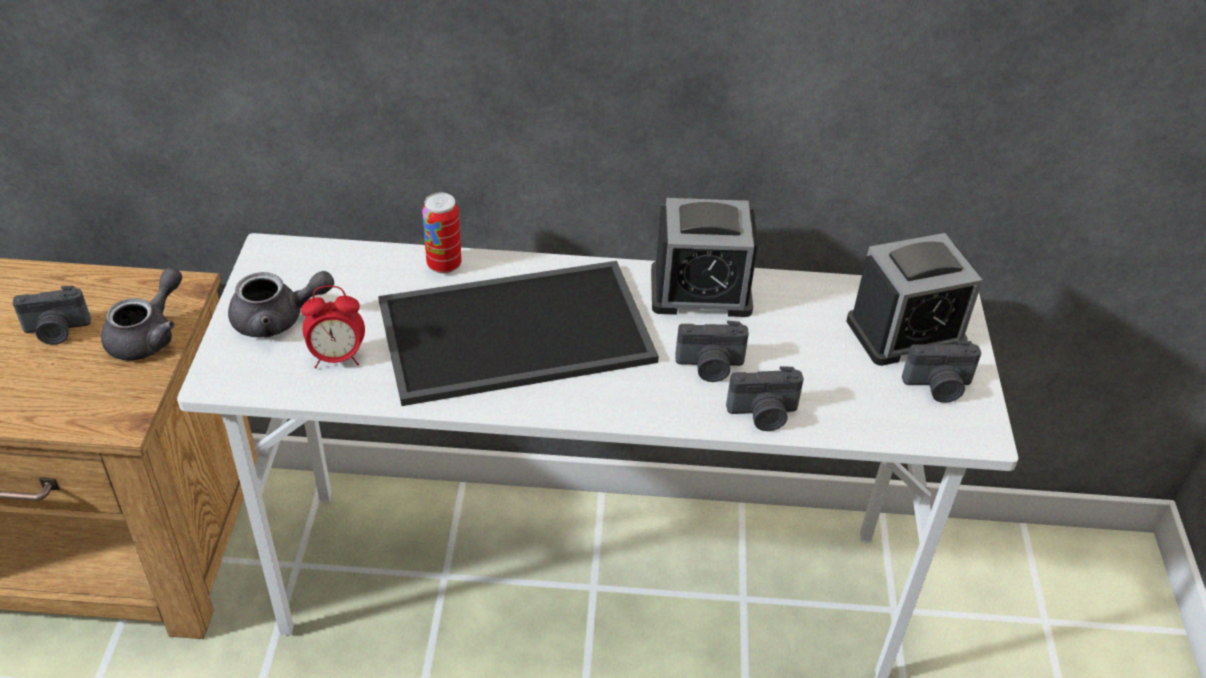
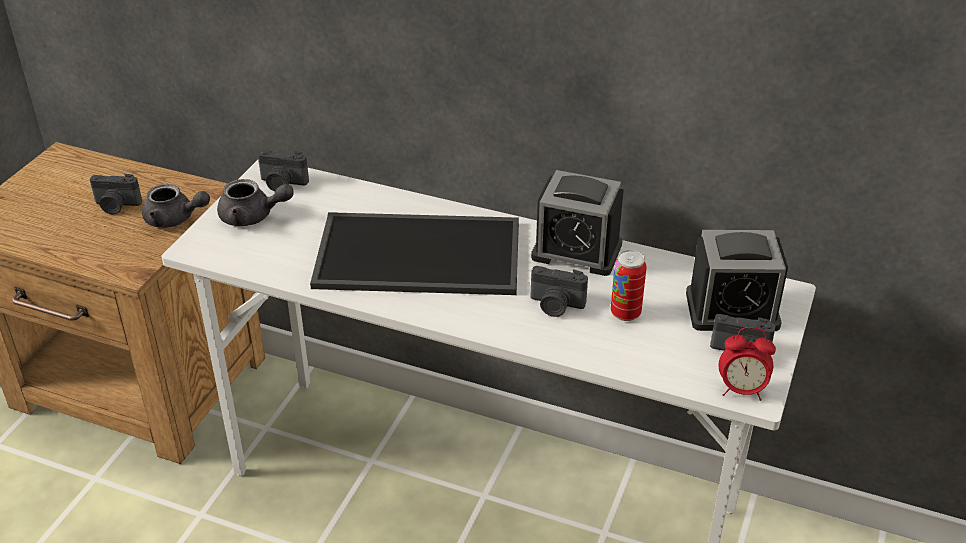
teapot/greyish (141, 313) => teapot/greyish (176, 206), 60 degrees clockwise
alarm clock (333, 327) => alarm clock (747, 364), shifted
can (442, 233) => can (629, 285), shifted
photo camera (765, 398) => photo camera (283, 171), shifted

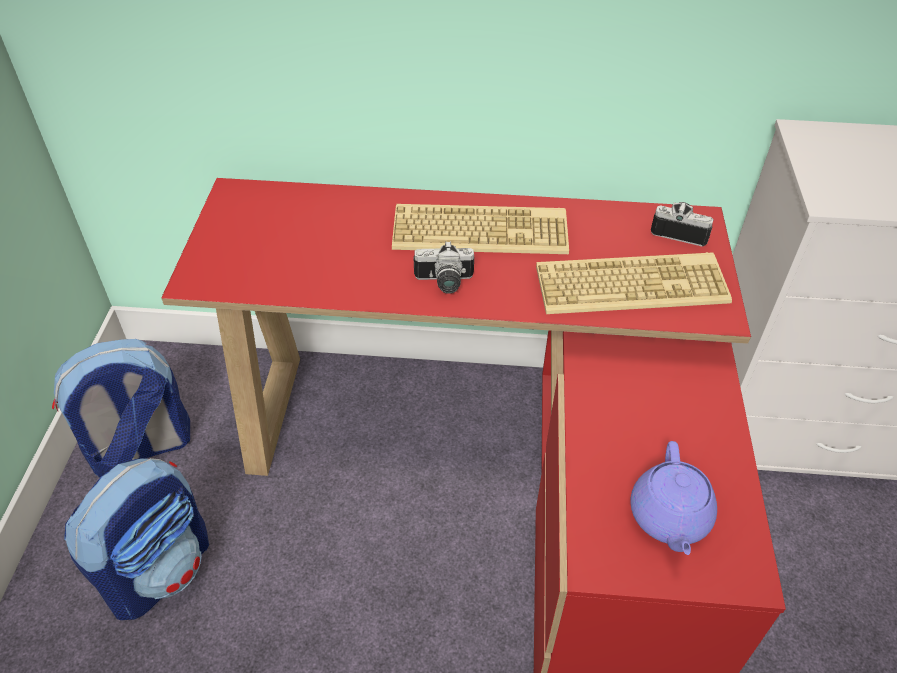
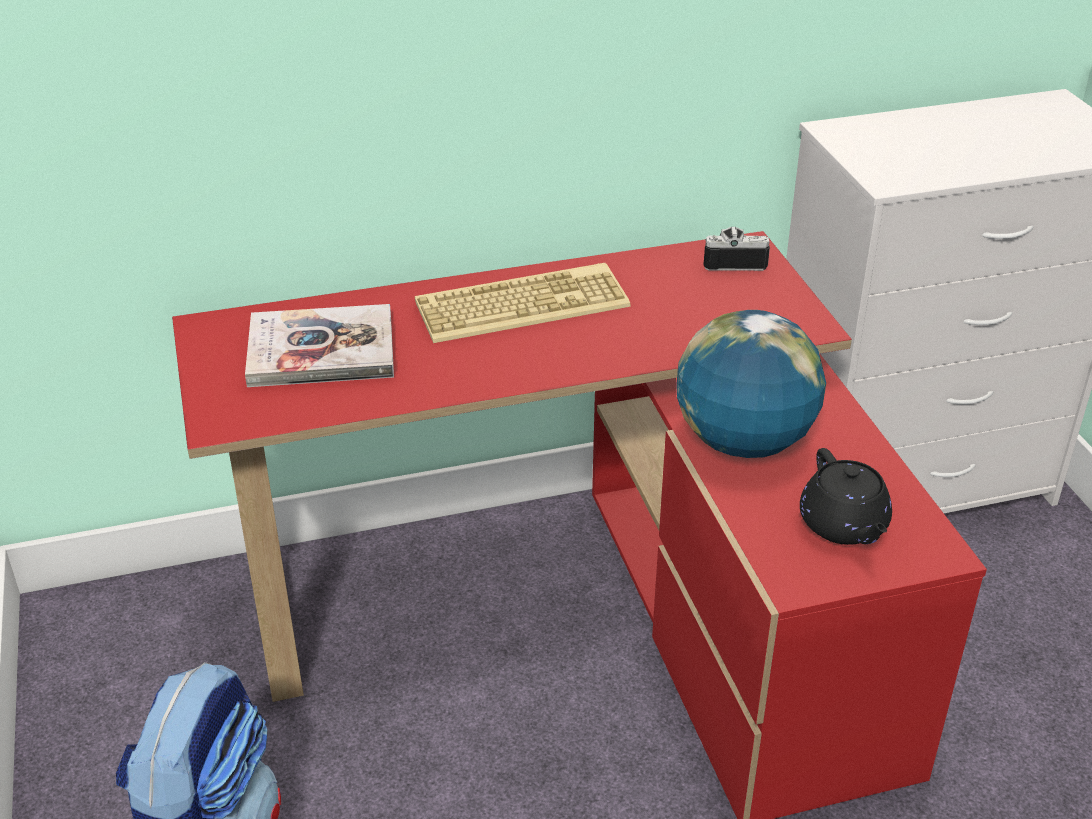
knapsack (121, 408) => nothing
photo camera (444, 267) => nothing
keyboard (634, 283) => nothing
teapot/purple-coloured (673, 498) => teapot/black (846, 496)
nothing => bound book (319, 345)
nothing => globe (751, 384)

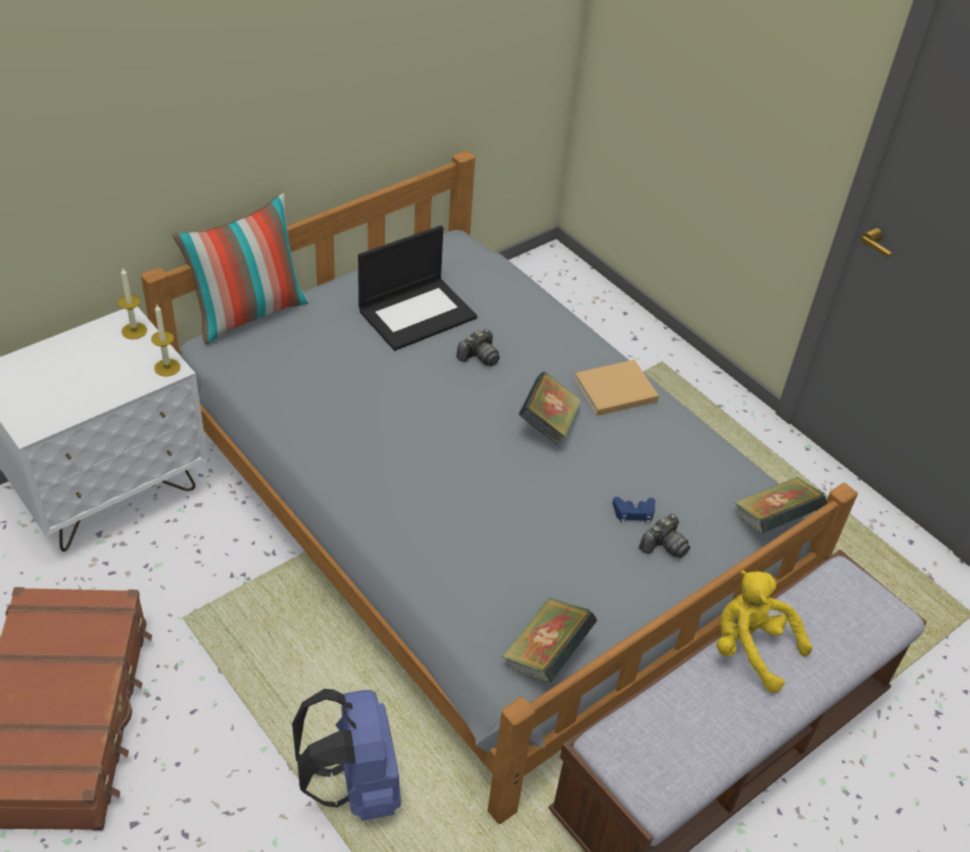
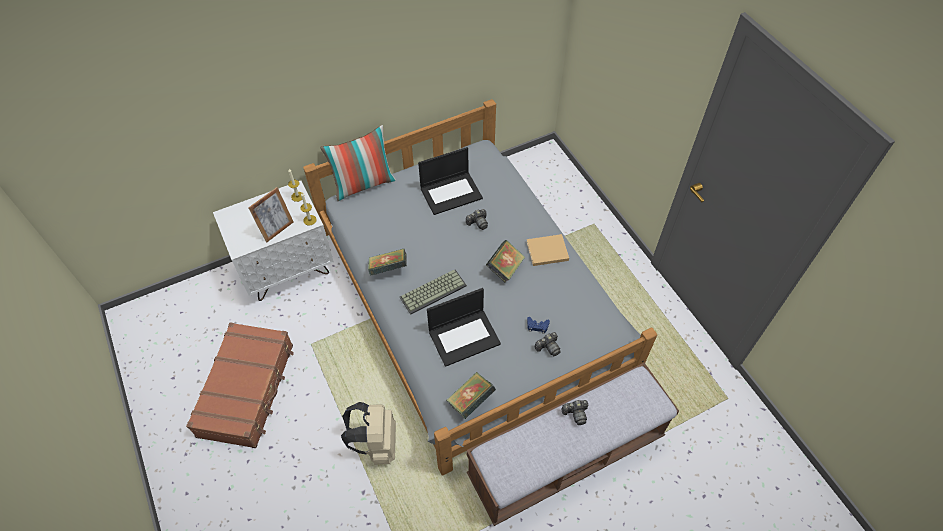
knapsack/bluish (346, 755) => knapsack/sand-coloured (368, 433)
soft toy/yellow-coloured (764, 631) => photo camera (574, 412)
bound book (780, 505) => bound book (387, 262), shifted
nothing => standing frame (271, 214)
nothing => keyboard (433, 292)
nothing => laptop (464, 327)

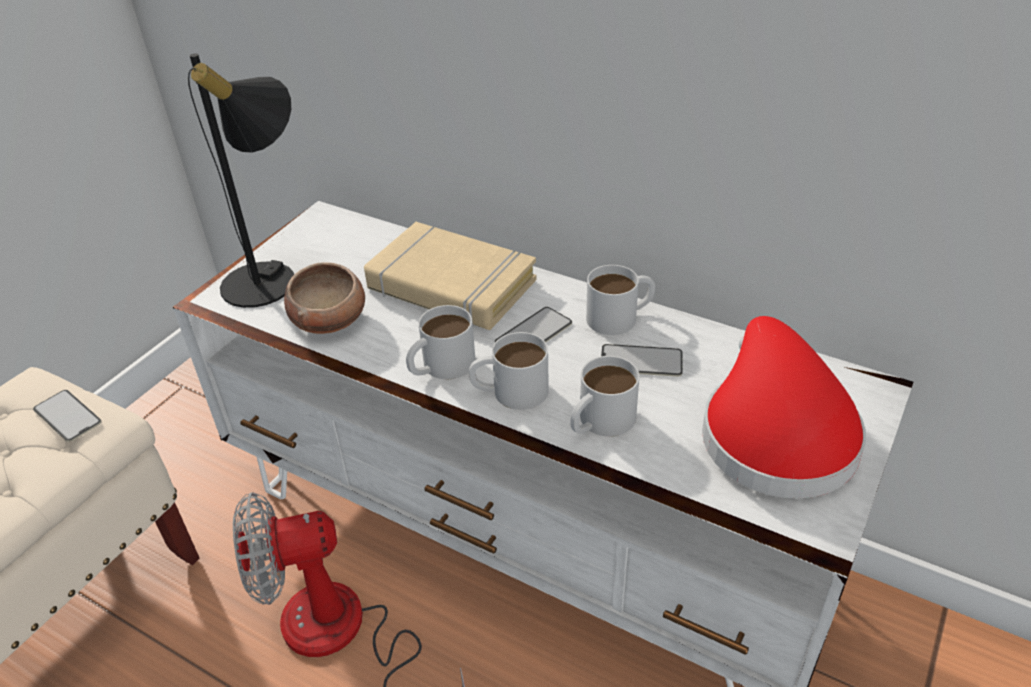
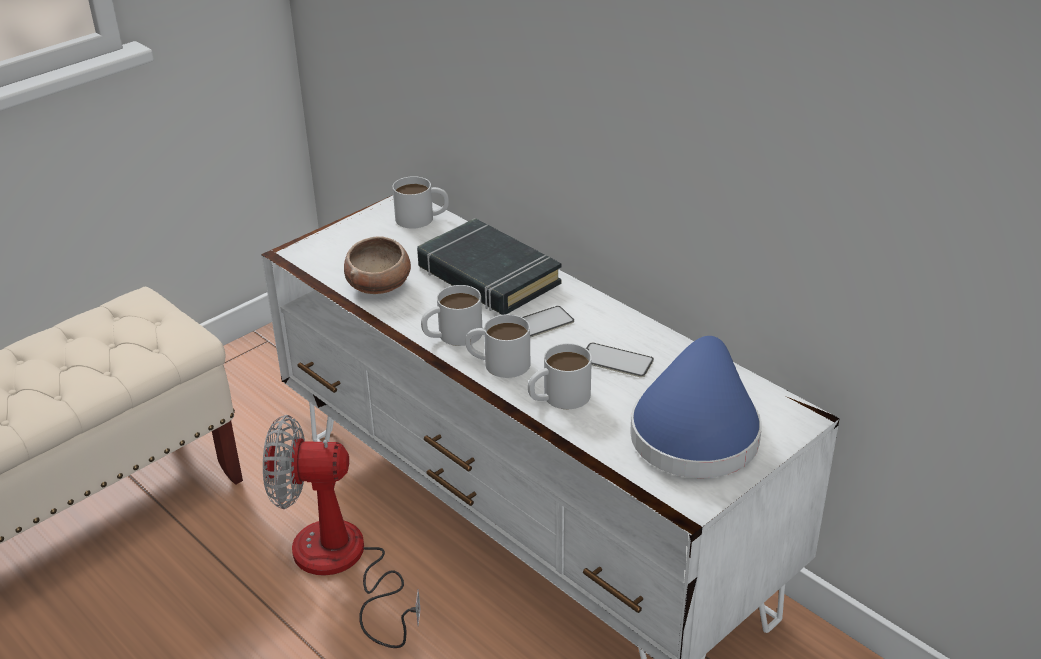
telephone (67, 416) => nothing
lamp for a table/black (241, 180) => nothing
bound book/sand-coloured (450, 276) => bound book/black (489, 266)
mug/white (620, 300) => mug/white (420, 202), shifted
wearable hat/red-coloured (784, 407) => wearable hat/bluish (696, 407)

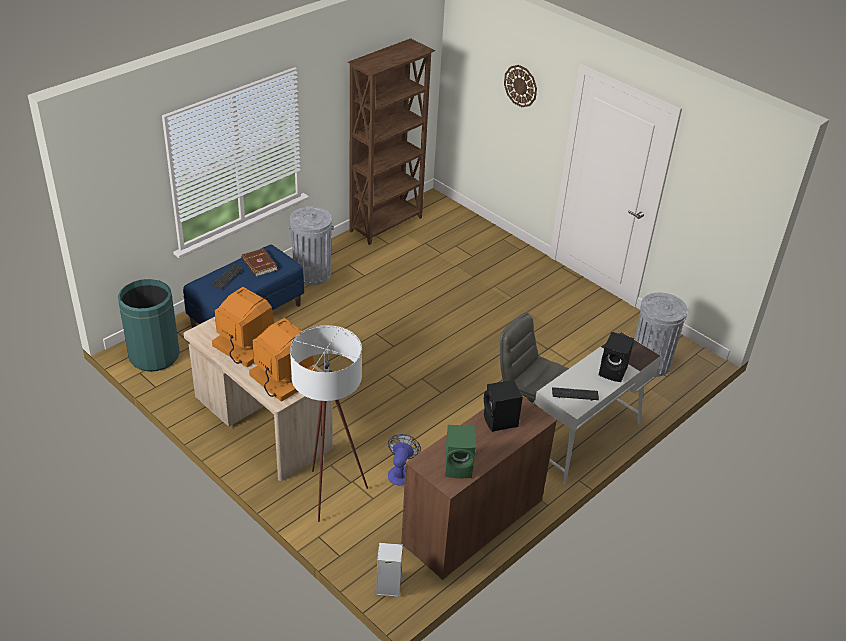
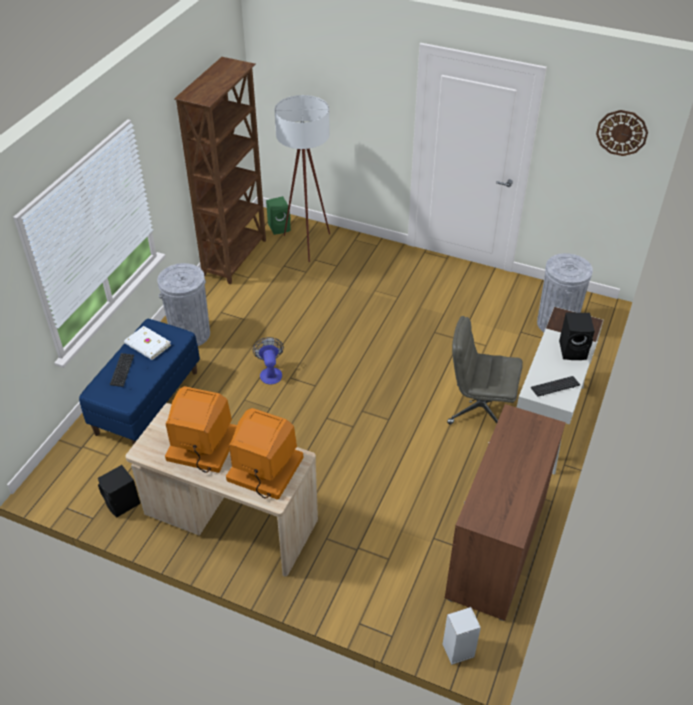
trash can/green (149, 325) => nothing
bound book/brown-coloured (259, 262) => bound book/white (147, 343)
standing lamp/white (329, 423) => standing lamp/white (302, 178), shifted
electric fan (404, 459) => electric fan (268, 360), shifted
loudspeaker/green (460, 451) => loudspeaker/green (278, 215), shifted
loudspeaker/black (503, 406) => loudspeaker/black (119, 491), shifted
hanging clock (520, 86) => hanging clock (622, 133), shifted

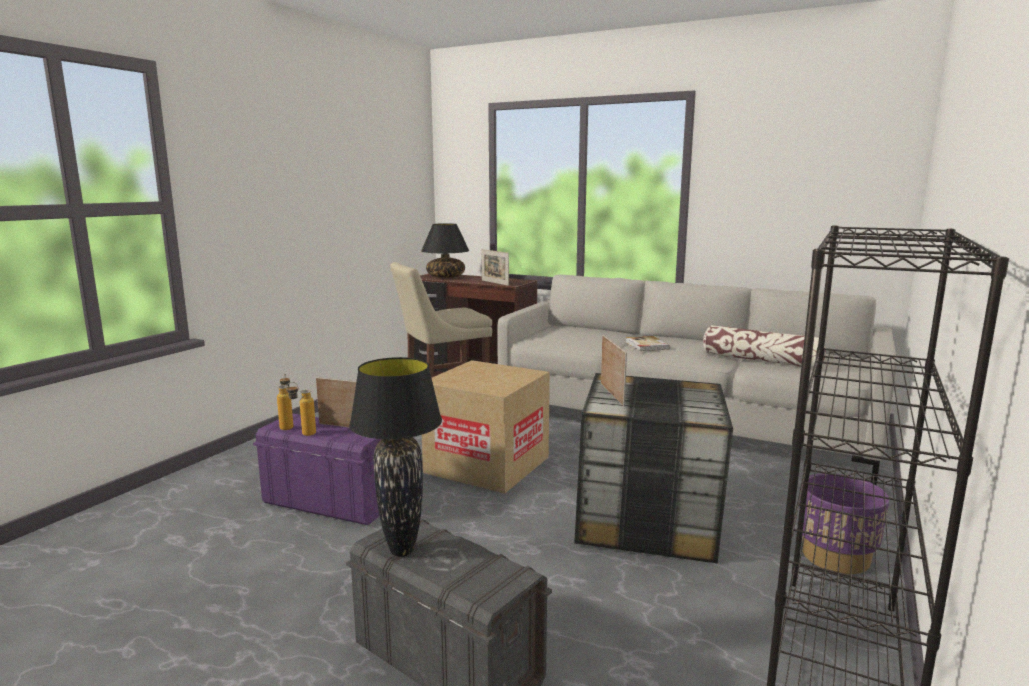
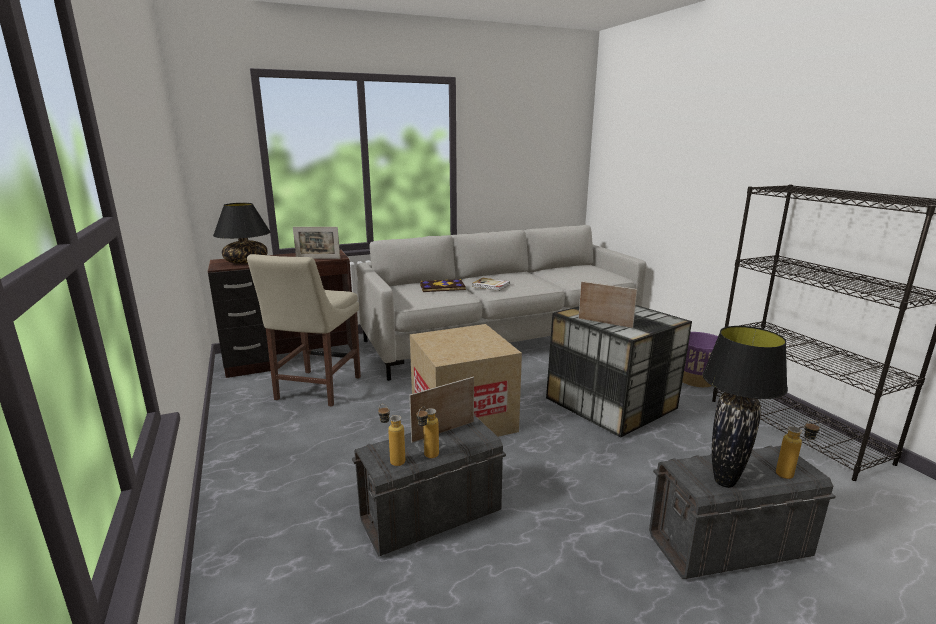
storage container/purple-coloured (317, 469) => storage container/greyish (429, 486)
cushion (764, 346) => nothing
nothing => bound book (443, 285)
nothing => bottle (798, 449)

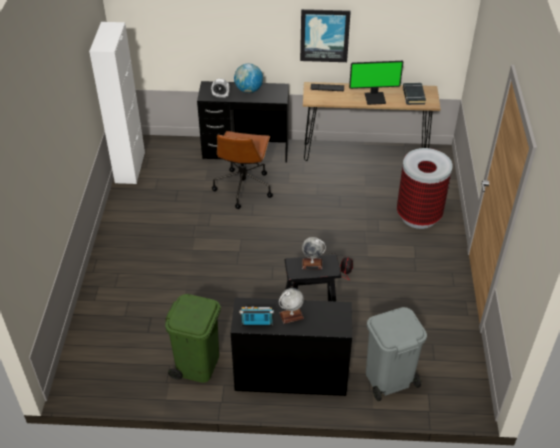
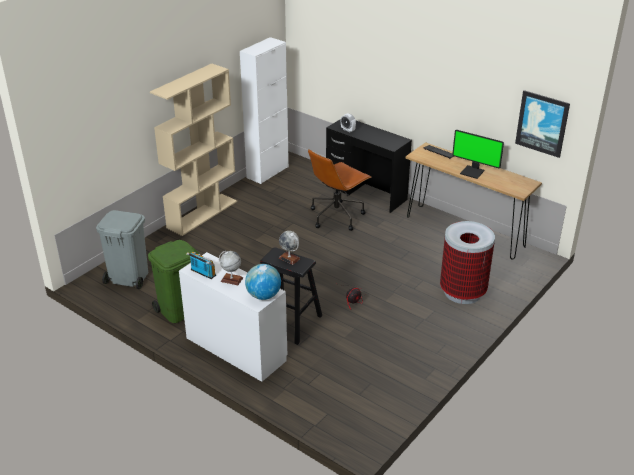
desk unit/black (291, 346) => desk unit/white (233, 317)
globe (248, 78) => globe (263, 282), shifted
picture (325, 35) => picture (542, 124), shifted
trash can/greyish (396, 354) => trash can/greyish (122, 249), shifted
bound book/black (414, 94) => nothing
nothing => bookcase/sand-coloured (193, 149)

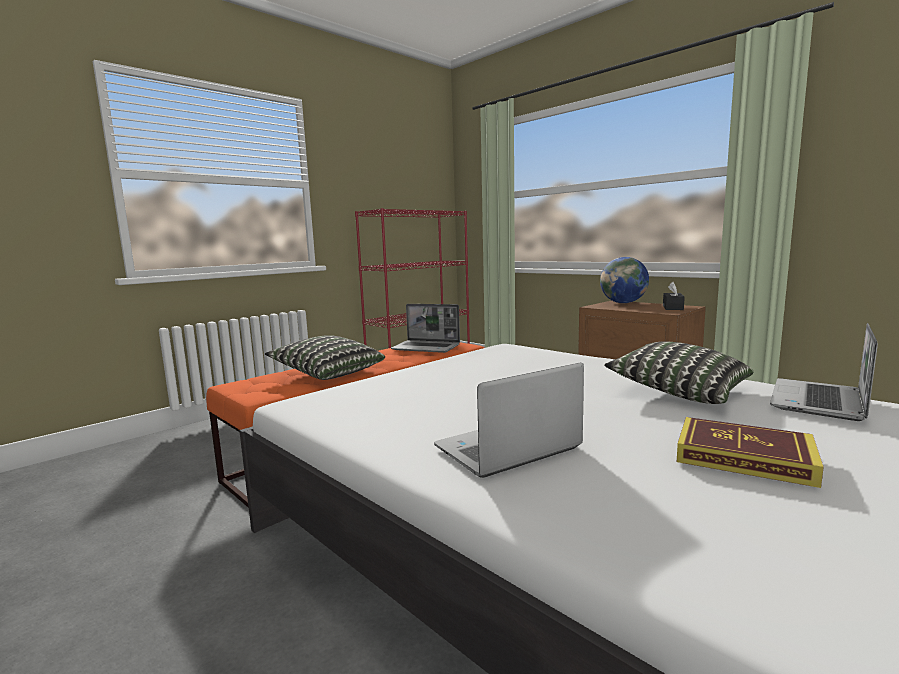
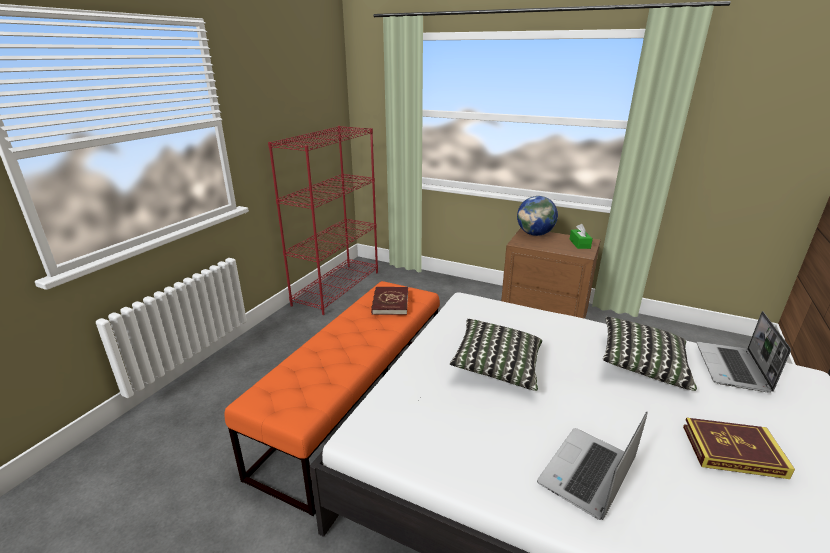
cushion (325, 357) => cushion (496, 355), shifted
laptop (425, 328) => bound book/red-coloured (389, 301)
tissue box/black (674, 296) => tissue box/green (581, 236)

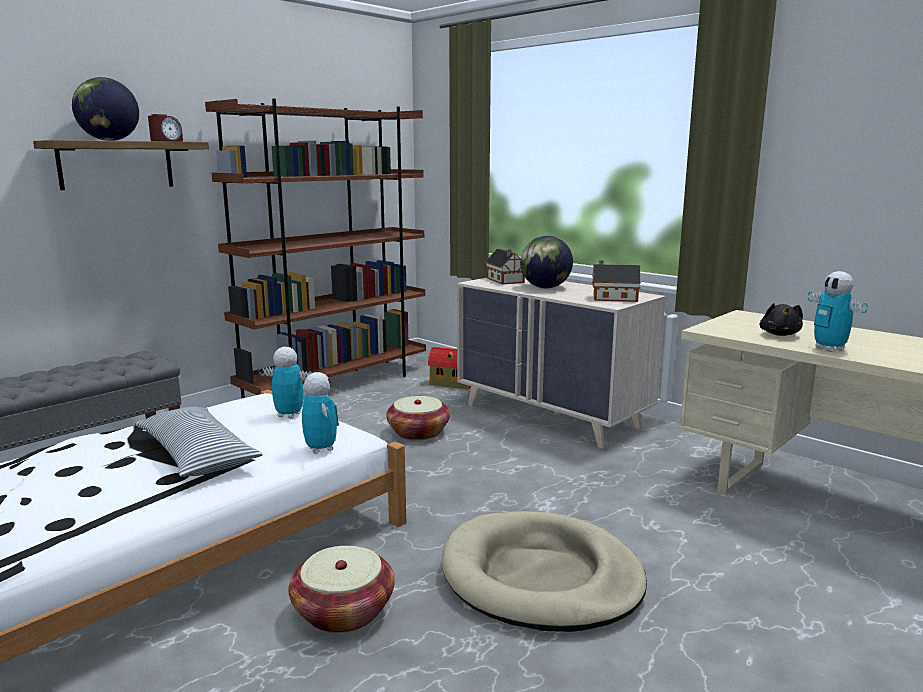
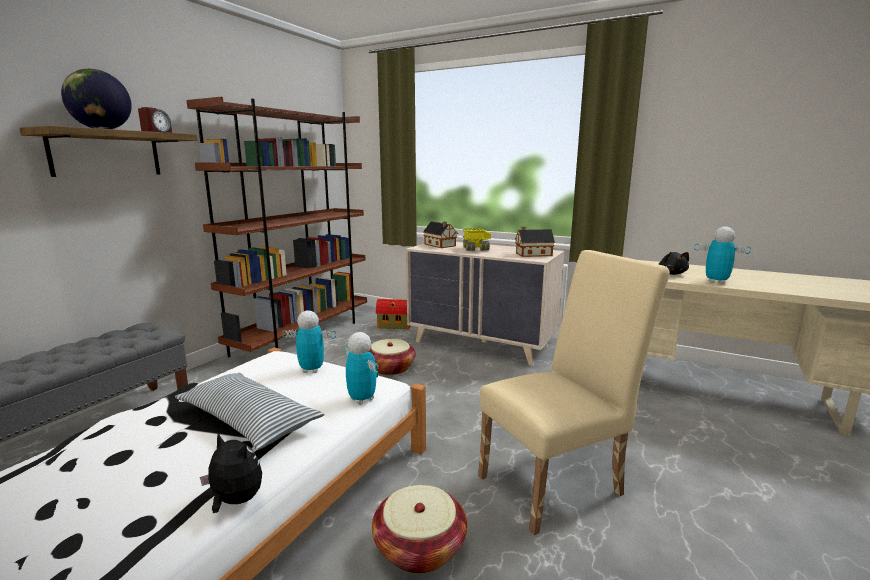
dog cushion/sand-coloured (544, 571) => upright chair/sand-coloured (574, 392)
globe (546, 262) => toy lorry (477, 239)
toy robot (838, 311) => toy robot (722, 255), 150 degrees clockwise
nothing => soft toy (231, 473)

